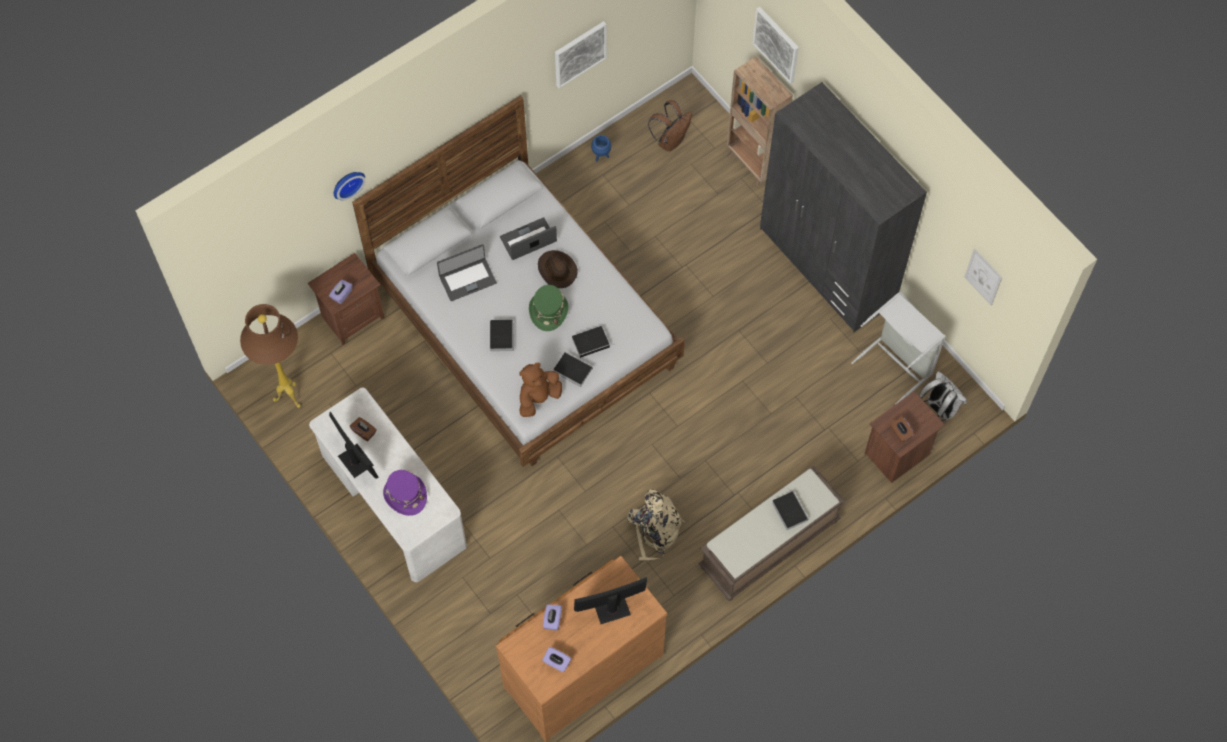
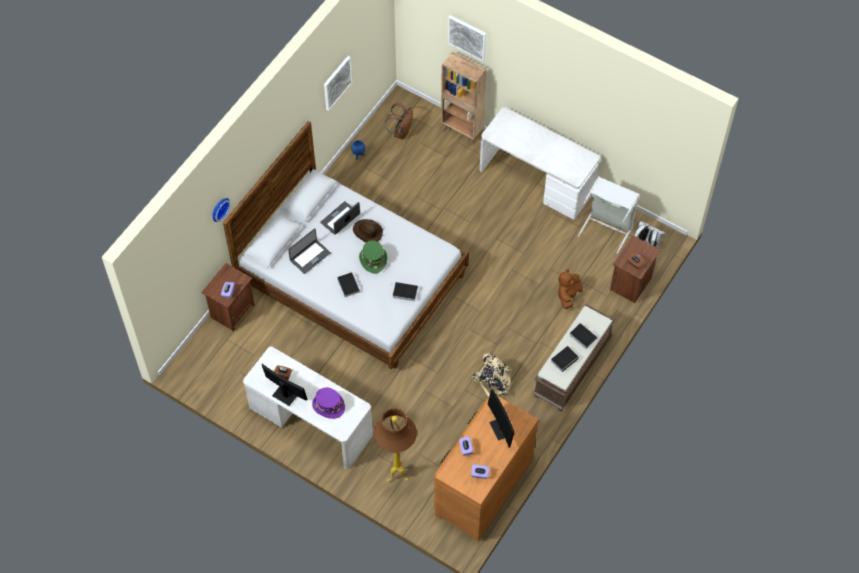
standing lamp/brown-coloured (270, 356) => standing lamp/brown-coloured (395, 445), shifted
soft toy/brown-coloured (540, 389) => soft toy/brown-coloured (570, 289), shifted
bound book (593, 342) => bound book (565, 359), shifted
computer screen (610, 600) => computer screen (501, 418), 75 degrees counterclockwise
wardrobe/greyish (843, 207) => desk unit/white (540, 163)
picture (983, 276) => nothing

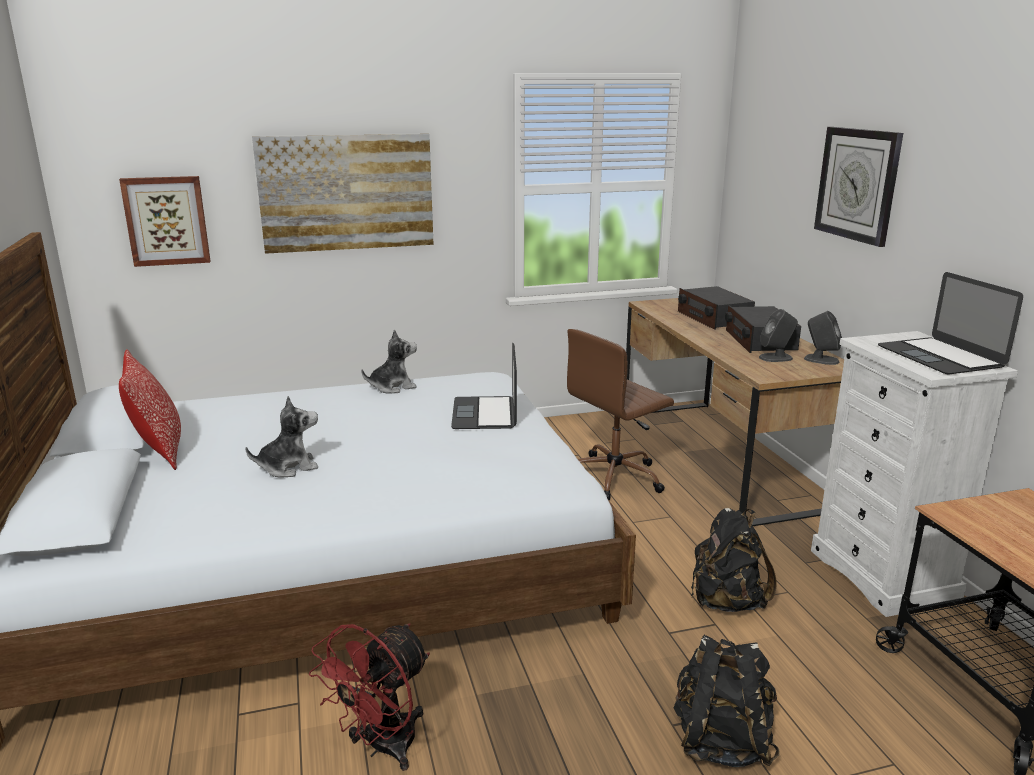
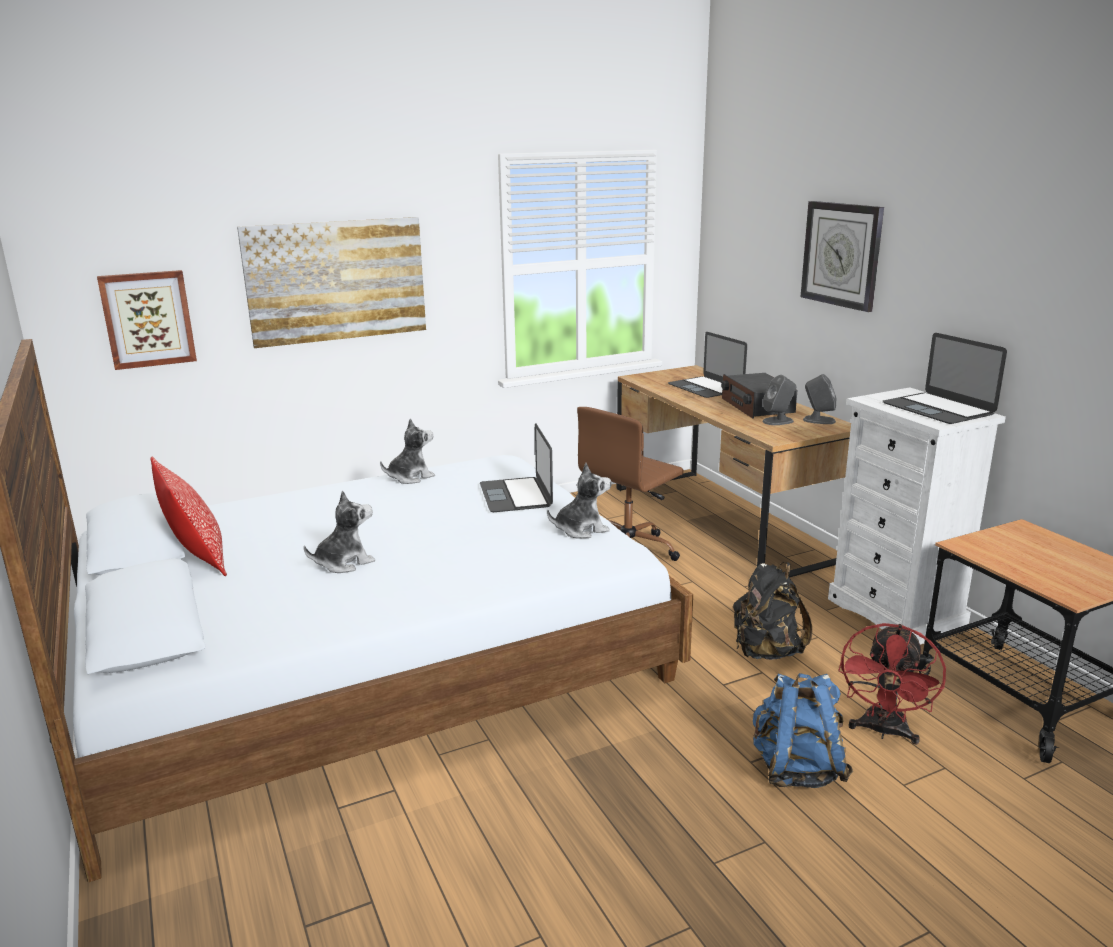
electric fan/red-coloured (369, 697) => electric fan/red-coloured (892, 684), shifted
knapsack/black (727, 701) => knapsack/bluish (803, 730)
radio receiver (716, 308) => laptop (707, 365)
nothing => soft toy (579, 501)

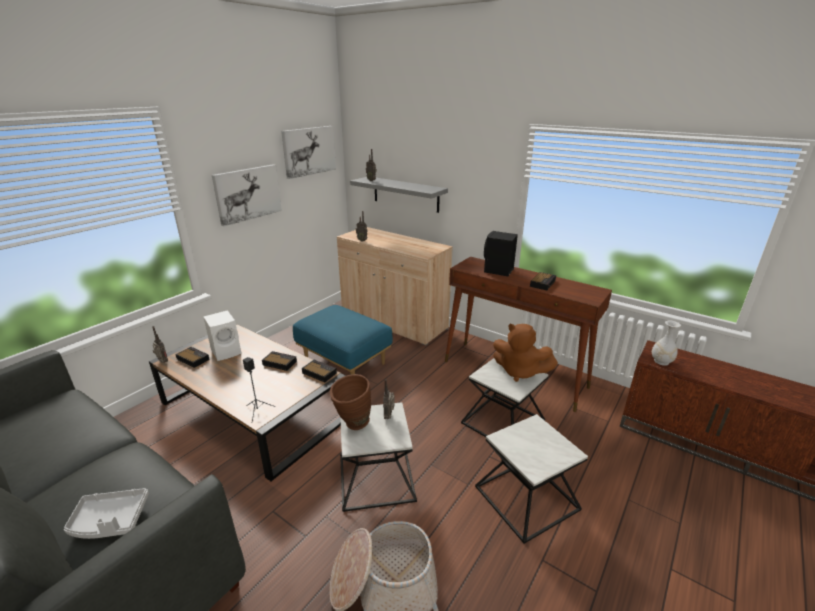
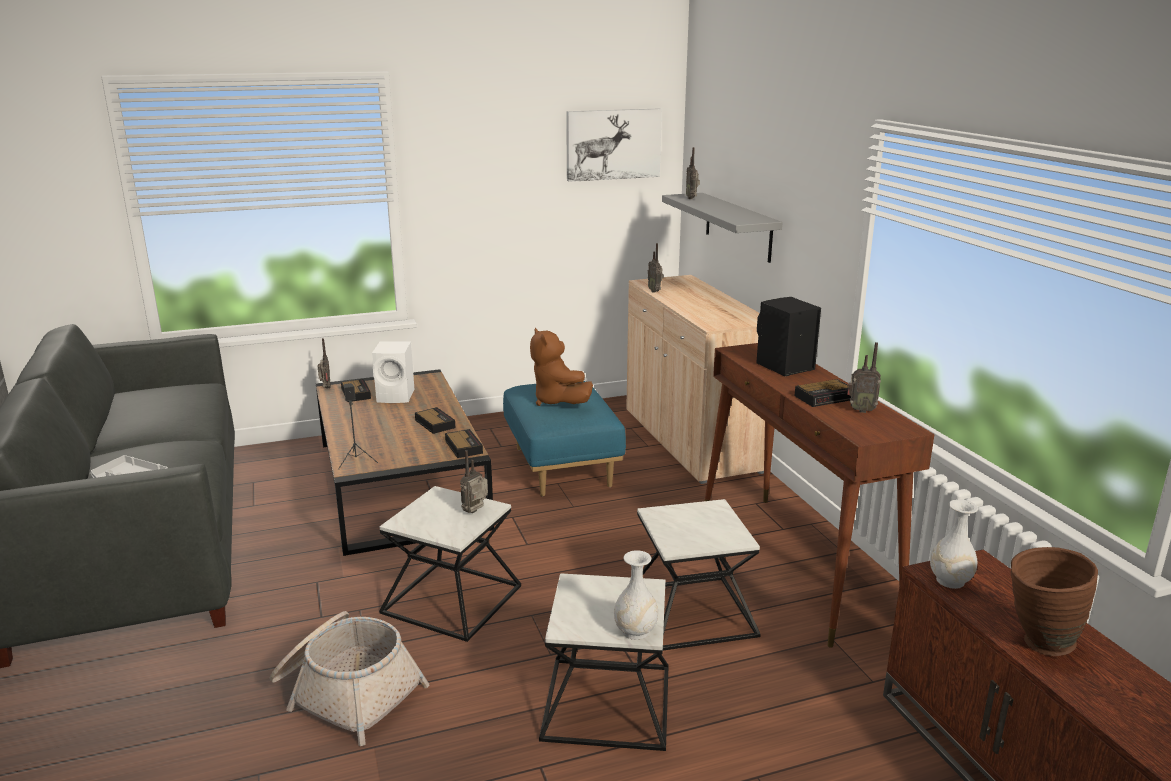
picture (247, 195) => nothing
flower vase/brown-coloured (350, 402) => flower vase/brown-coloured (1054, 601), shifted
soft toy/brown-coloured (525, 353) => soft toy/brown-coloured (561, 367), shifted
nothing => flower vase/white (636, 595)
nothing => radio receiver (864, 377)

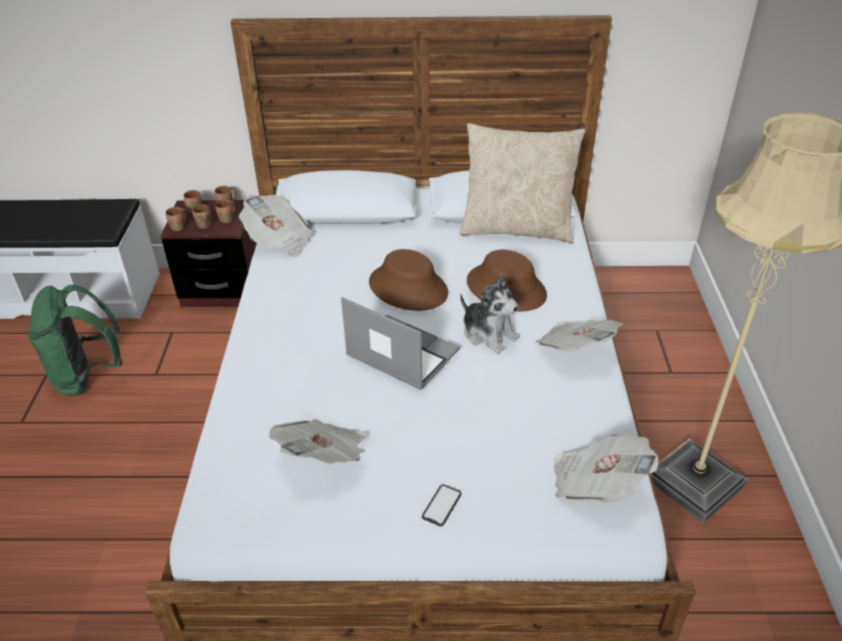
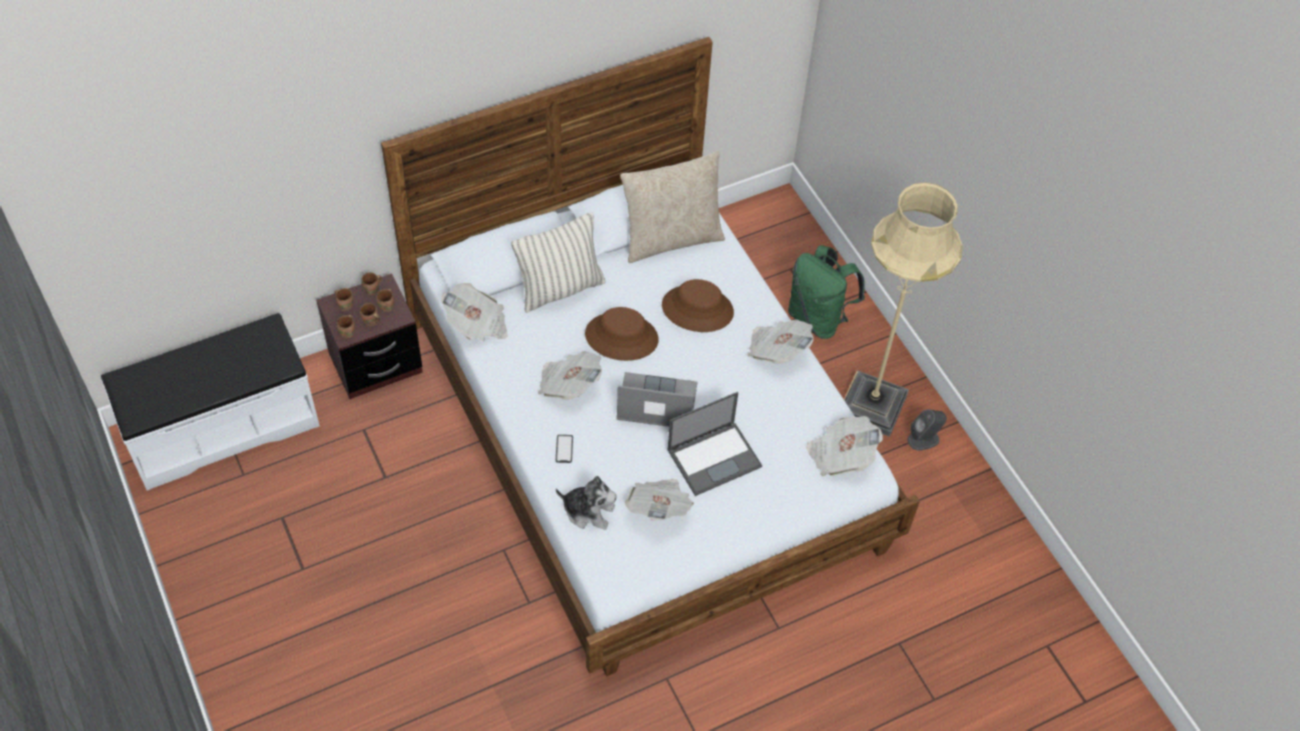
knapsack/green (74, 340) => knapsack/green (826, 292), shifted
telephone (442, 505) => telephone (564, 449), shifted
soft toy (490, 314) => soft toy (586, 503), shifted
nothing => cushion (558, 262)
nothing => daily paper (570, 375)
nothing => laptop (715, 444)
nothing => loudspeaker/greyish (927, 430)

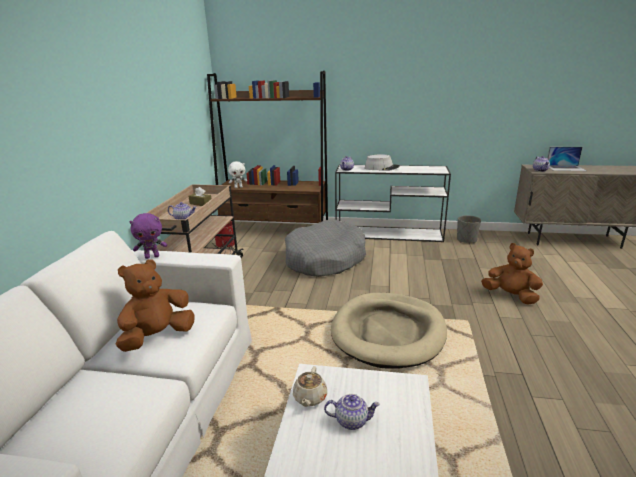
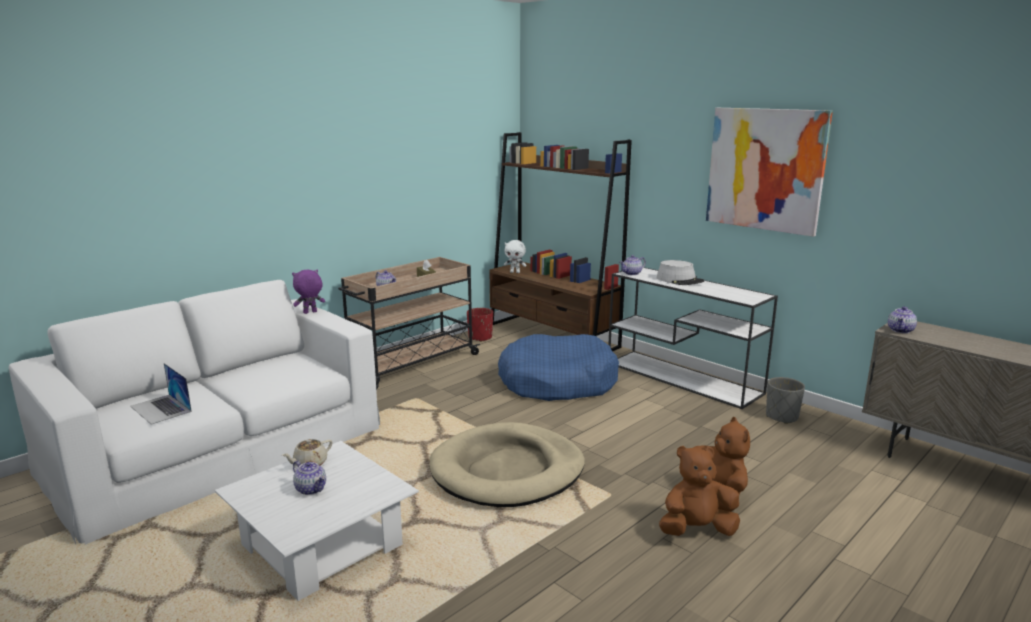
soft toy/brown-coloured (155, 305) => soft toy/brown-coloured (699, 491), shifted
soft toy/purple-coloured (148, 236) => soft toy/purple-coloured (308, 291), 135 degrees clockwise
dog cushion/greyish (325, 248) => dog cushion/bluish (558, 367)
laptop (567, 159) => laptop (161, 394), shifted
nothing => picture (769, 172)

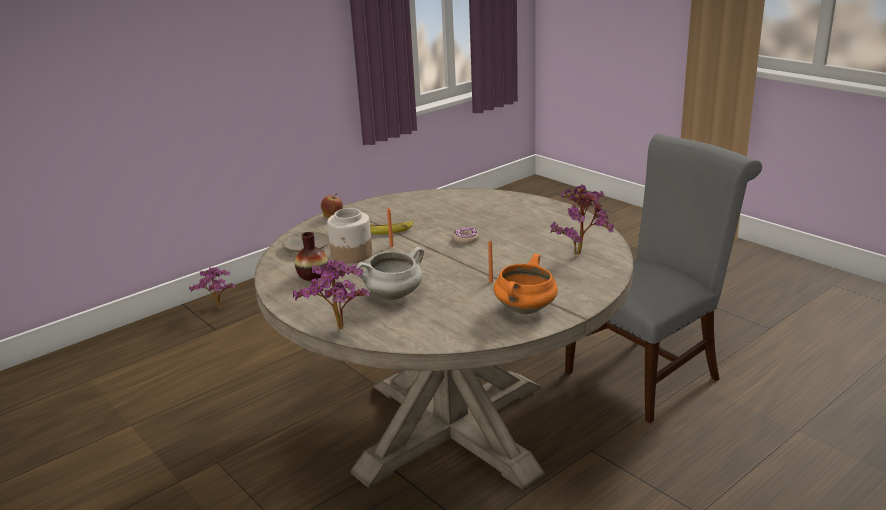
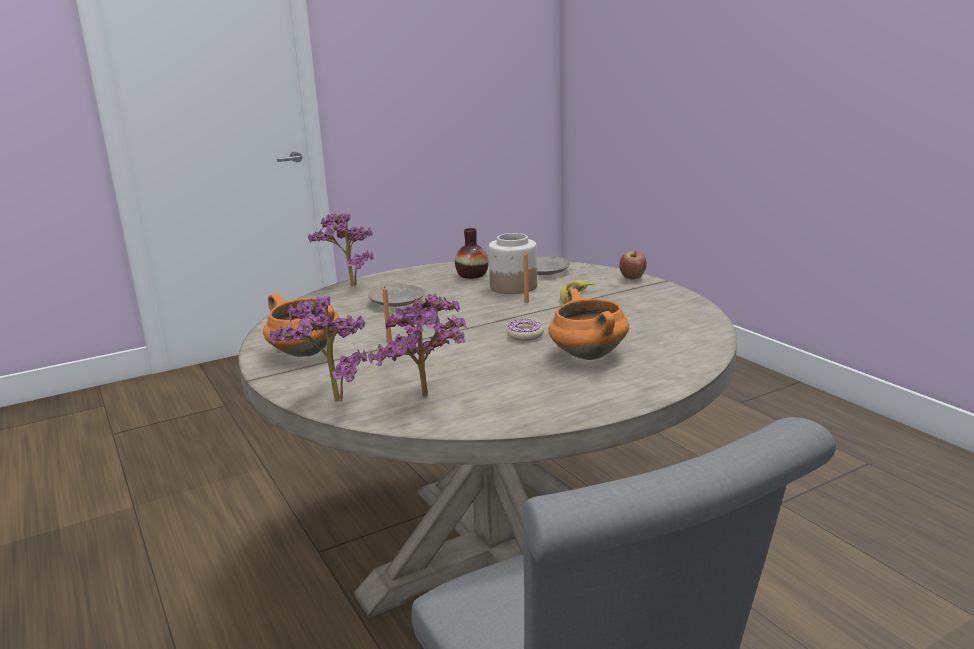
plant in a pot (212, 287) => plant in a pot (318, 349), shifted
cooking pot/white (390, 273) => plate/sand-coloured (396, 295)
nothing => cooking pot/orange (588, 324)

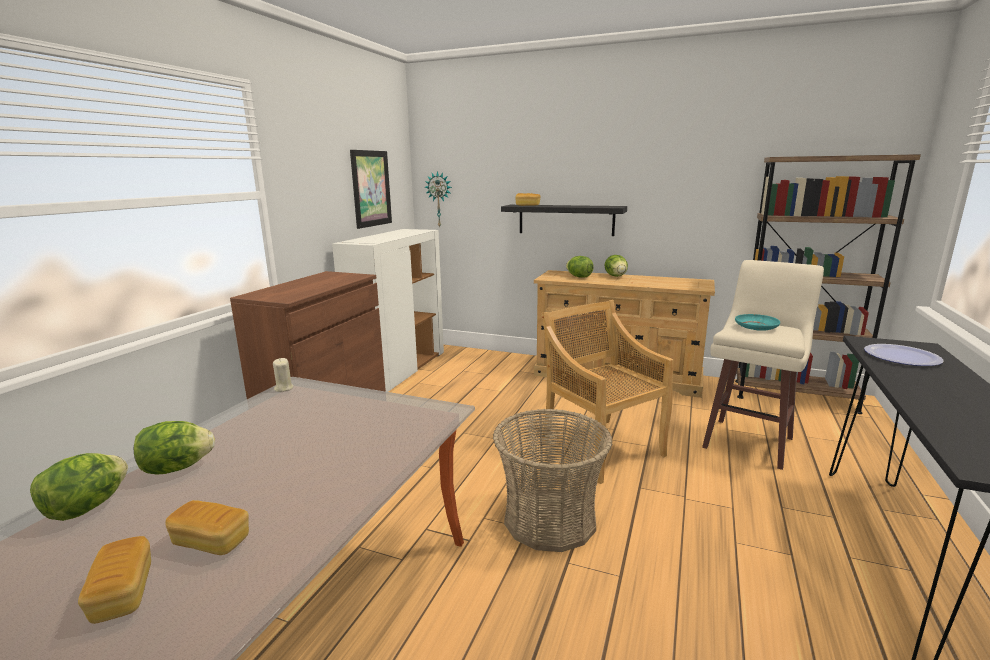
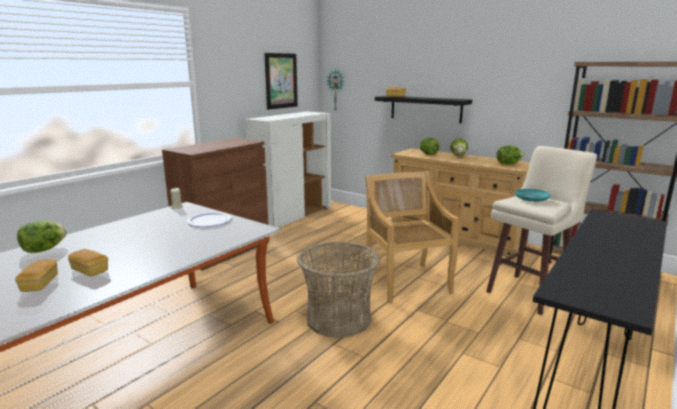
lettuce head (174, 448) => lettuce head (510, 155), shifted
plate (904, 355) => plate (209, 219), shifted

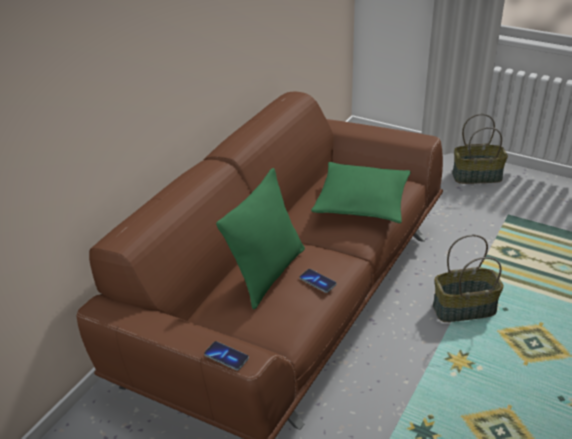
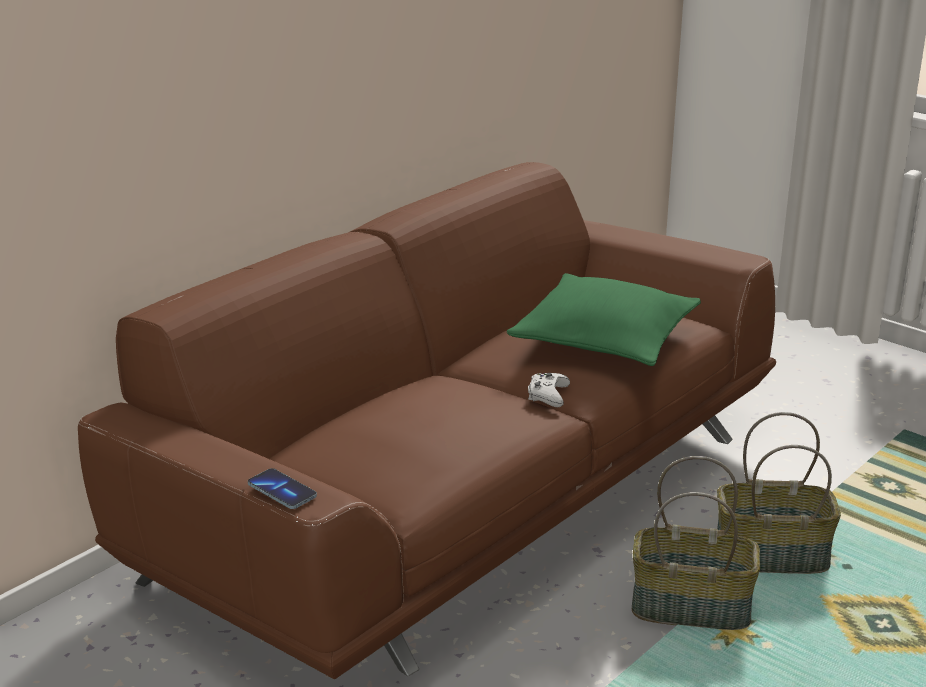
cushion/green (260, 238) => nothing
telephone (318, 281) => nothing
basket (480, 149) => basket (696, 543), shifted
nothing => game controller/white (549, 390)

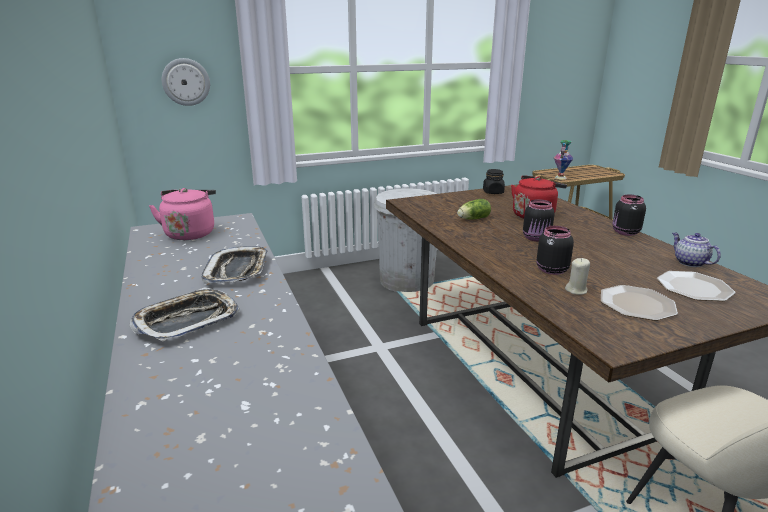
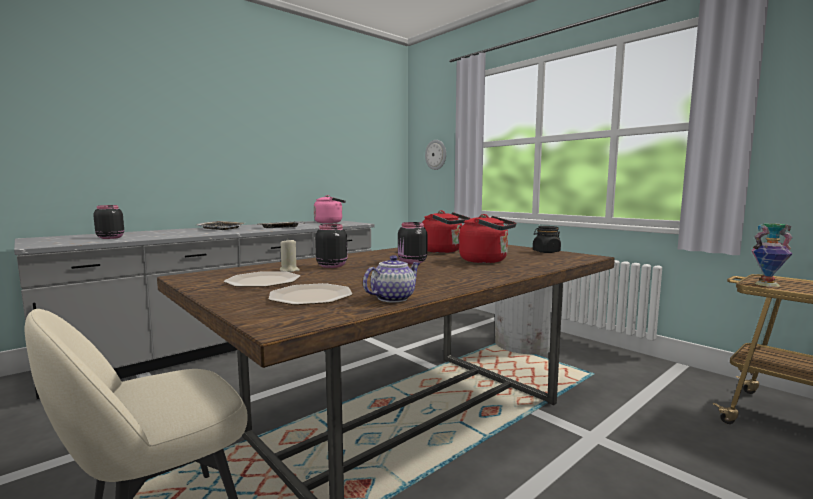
lettuce head (474, 209) => tea kettle/red-coloured (446, 231)
jar/black (629, 215) => jar/black (108, 222), shifted

